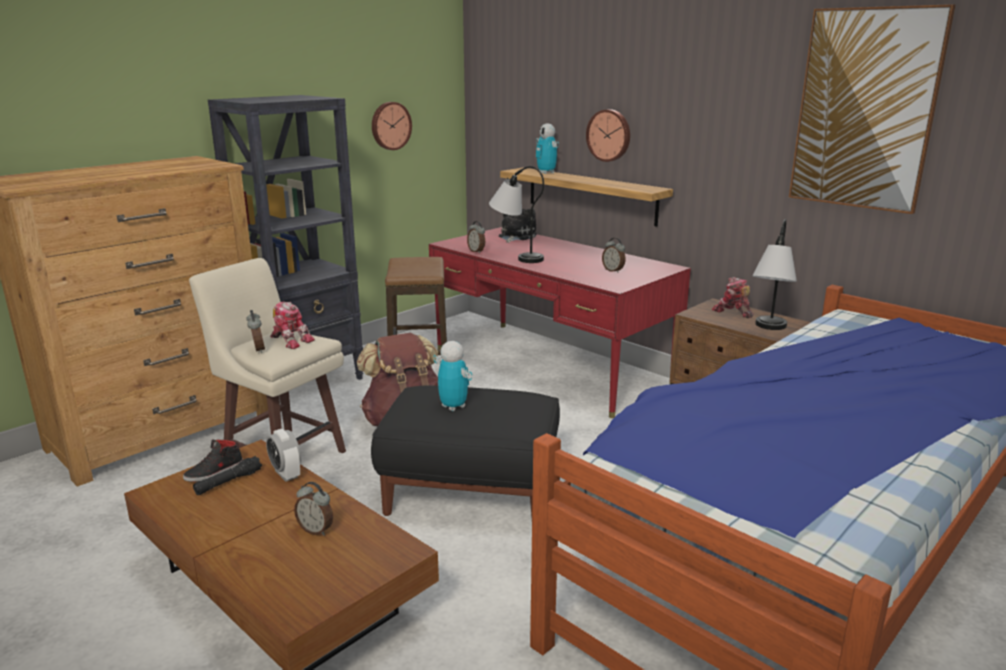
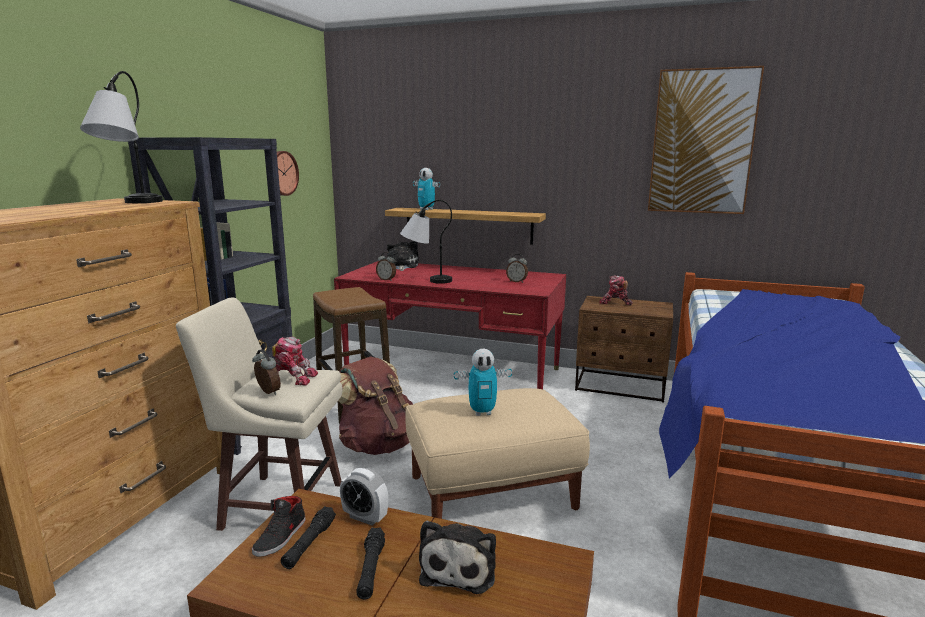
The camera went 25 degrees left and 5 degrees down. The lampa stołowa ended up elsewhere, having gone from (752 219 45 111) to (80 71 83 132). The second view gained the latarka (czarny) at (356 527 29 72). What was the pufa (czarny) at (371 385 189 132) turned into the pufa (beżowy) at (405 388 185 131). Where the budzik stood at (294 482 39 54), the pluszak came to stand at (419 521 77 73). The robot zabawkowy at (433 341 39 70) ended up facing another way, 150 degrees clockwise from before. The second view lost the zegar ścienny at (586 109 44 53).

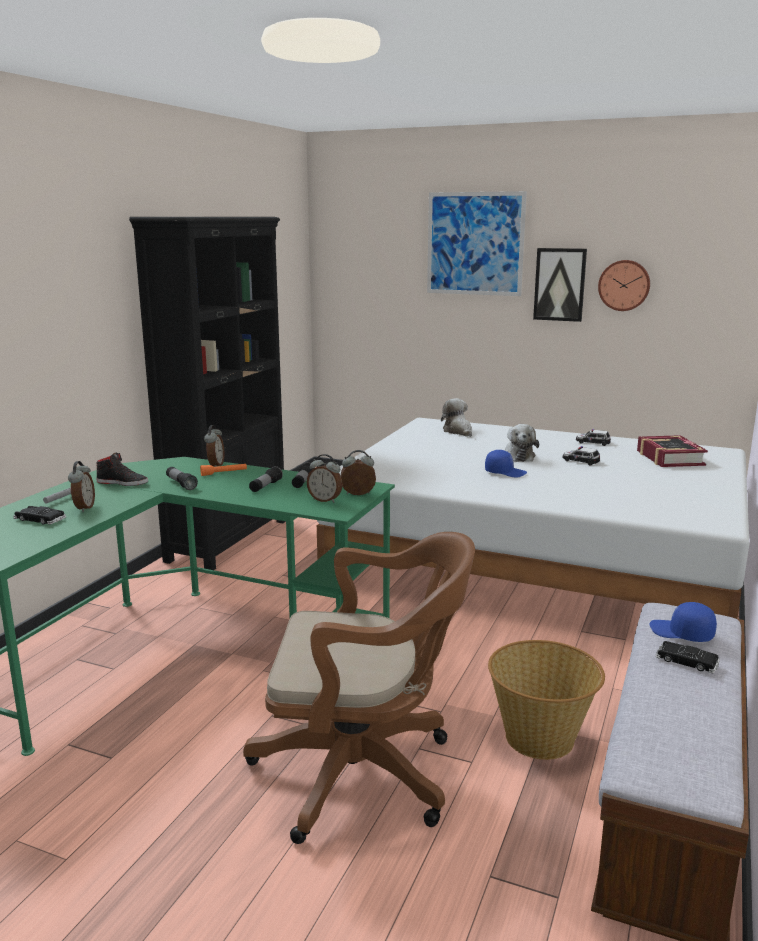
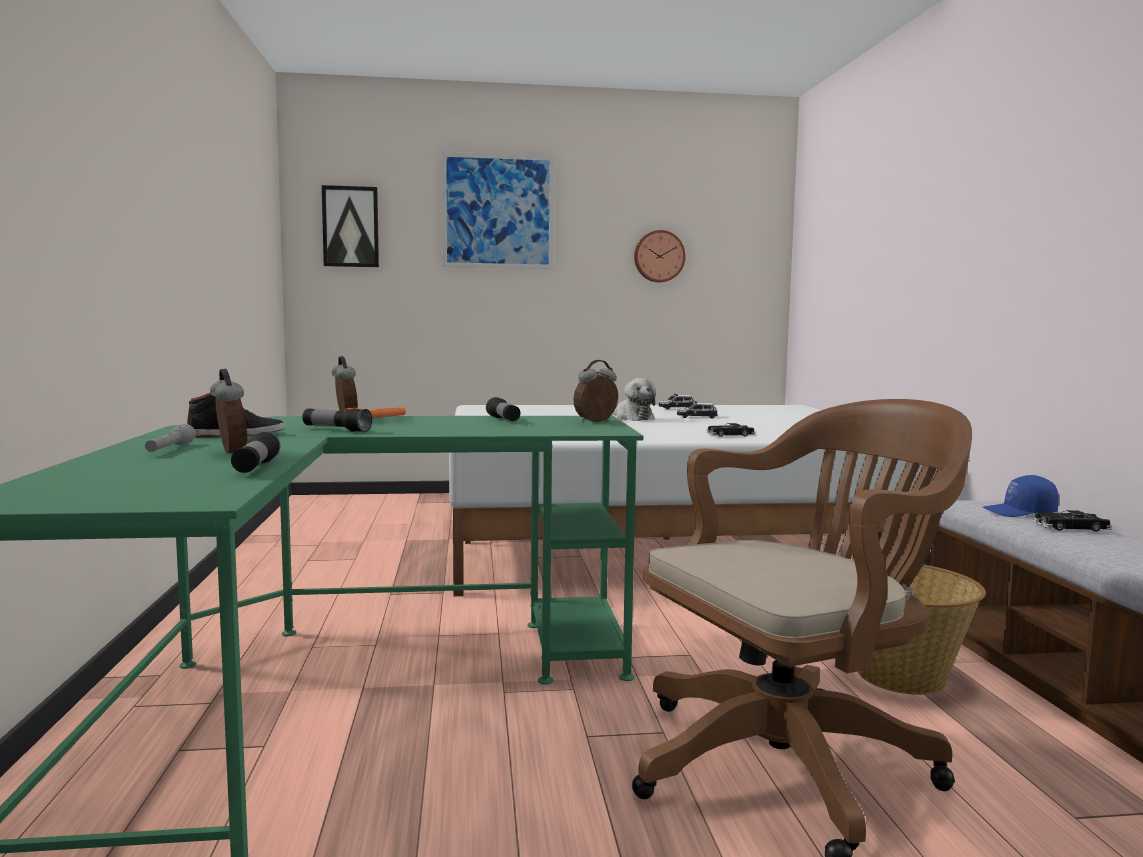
The camera went 30 degrees left and 10 degrees down. The latarka ended up elsewhere, having gone from (249 466 34 26) to (231 431 50 42). The obraz ended up elsewhere, having gone from (533 248 54 74) to (322 185 57 82). The samochodzik (czarny) ended up elsewhere, having gone from (13 506 53 19) to (707 423 48 14). The second view lost the regał (czarny) at (129 217 157 353). The second view lost the budzik at (307 454 36 49). The second view lost the pluszak at (441 398 31 39). The second view lost the czapka z daszkiem (niebieski) at (485 450 42 28). The second view lost the książka at (637 435 71 32).

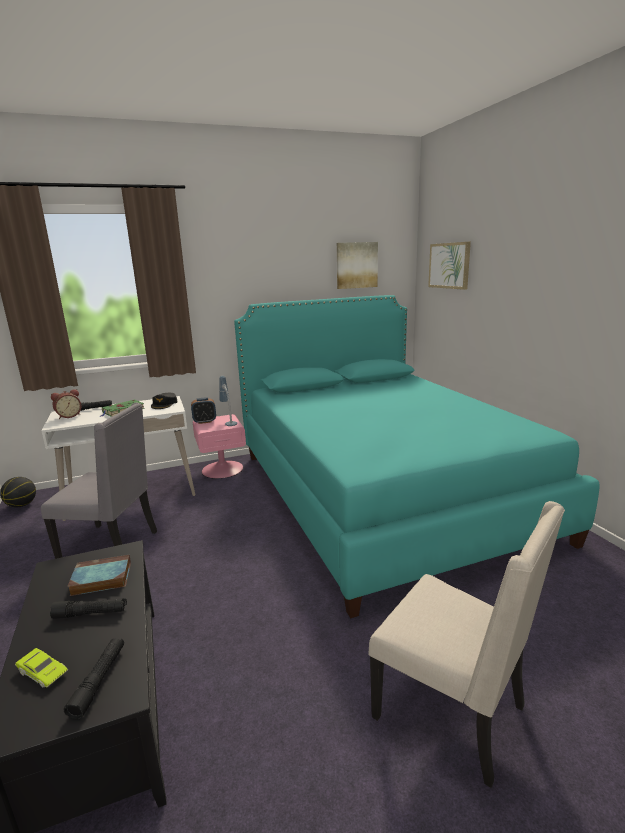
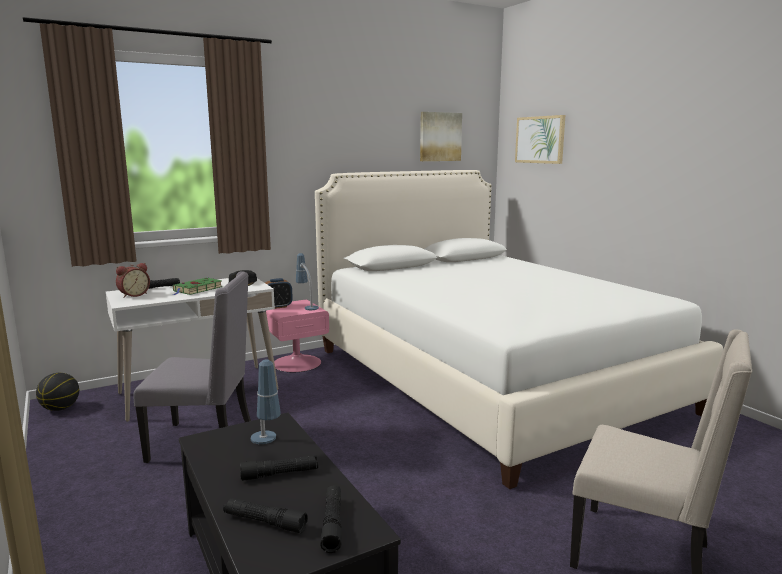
The camera went 10 degrees left and 5 degrees down. Where the samochodzik (zielony) stood at (15 648 53 39), the latarka (czarny) came to stand at (223 498 85 35). Where the książka stood at (67 555 64 41), the lampa stołowa came to stand at (251 359 30 85). What was the łóżko (turkusowy) at (234 295 366 323) turned into the łóżko (biały) at (315 170 408 319).

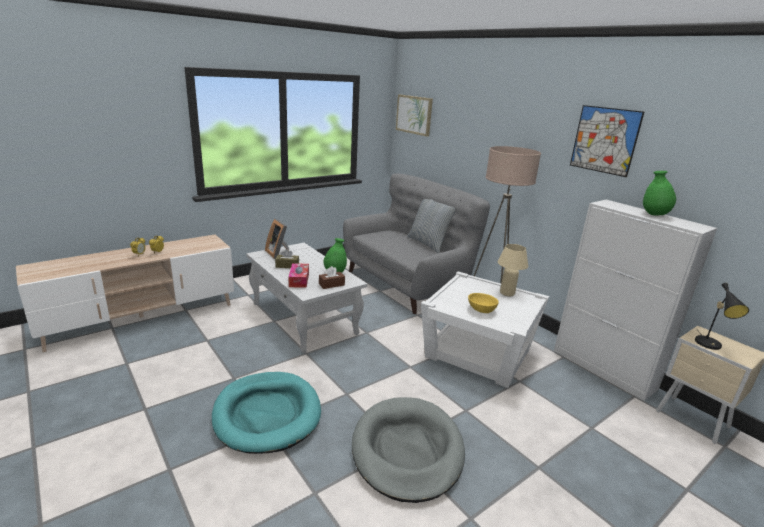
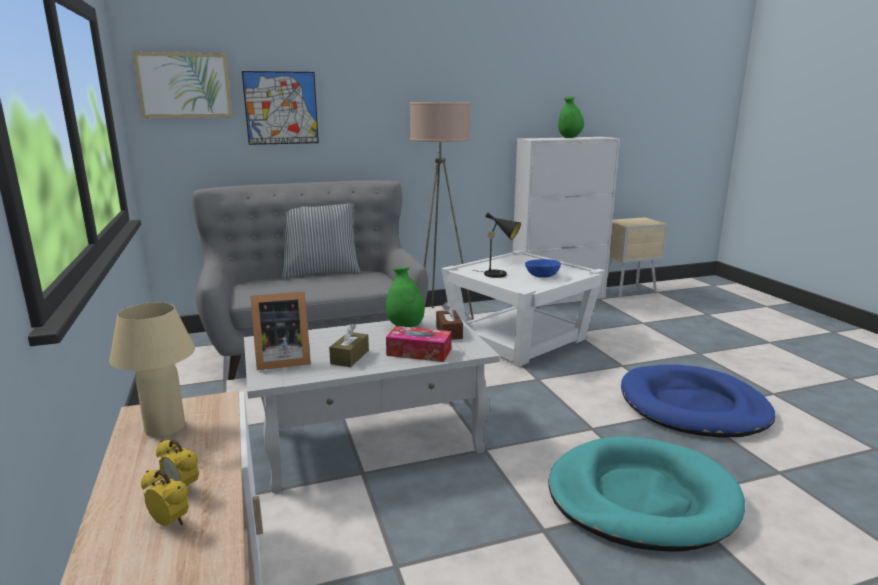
The camera went 70 degrees left and 5 degrees down. The lampa stołowa (beżowy) ended up elsewhere, having gone from (497 244 31 52) to (109 302 86 136). The obraz ended up elsewhere, having gone from (570 105 74 72) to (242 71 77 74). The lampa stołowa (czarny) ended up elsewhere, having gone from (695 283 54 67) to (473 213 48 65). What was the miska (żółty) at (468 293 31 20) turned into the miska (niebieski) at (525 259 36 19). What was the legowisko (szary) at (352 397 113 106) turned into the legowisko (niebieski) at (621 365 154 73).

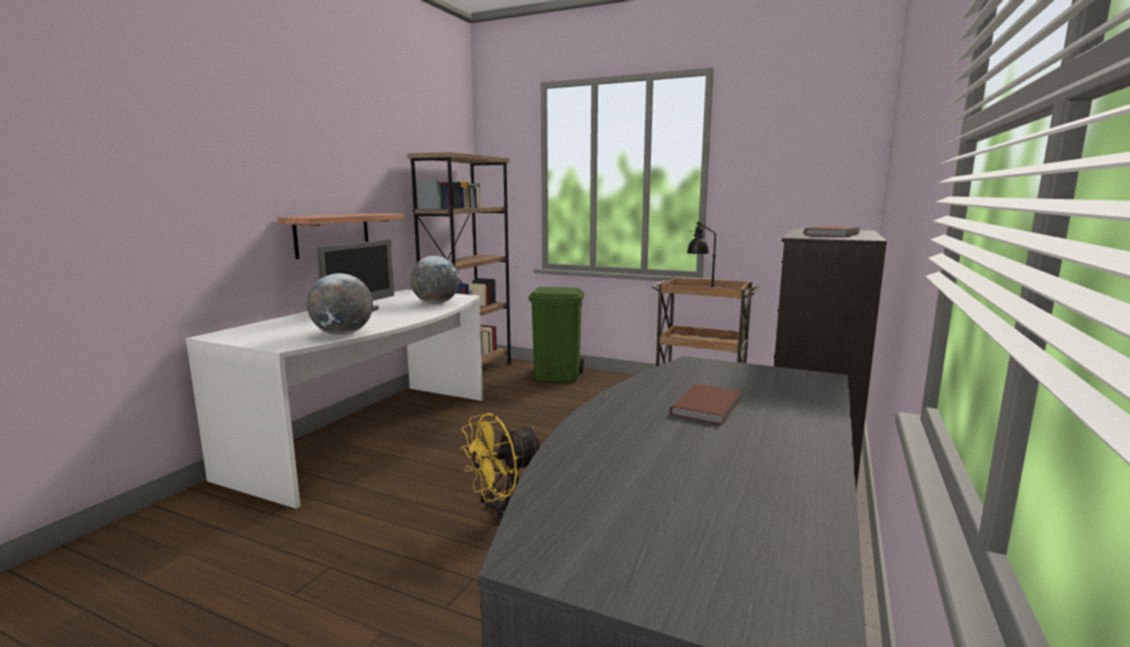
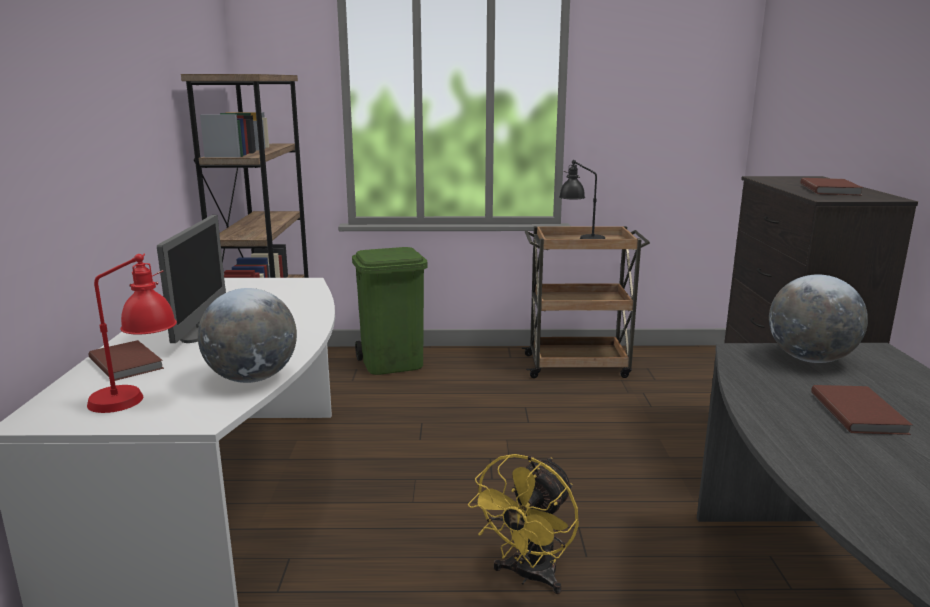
The camera went 25 degrees left and 5 degrees up. The second view gained the lampa stołowa (czerwony) at (87 253 90 160). The second view gained the książka (brązowy) at (88 340 76 41). The globus ended up elsewhere, having gone from (410 256 50 48) to (769 274 99 89). The second view lost the półka at (278 213 126 46).

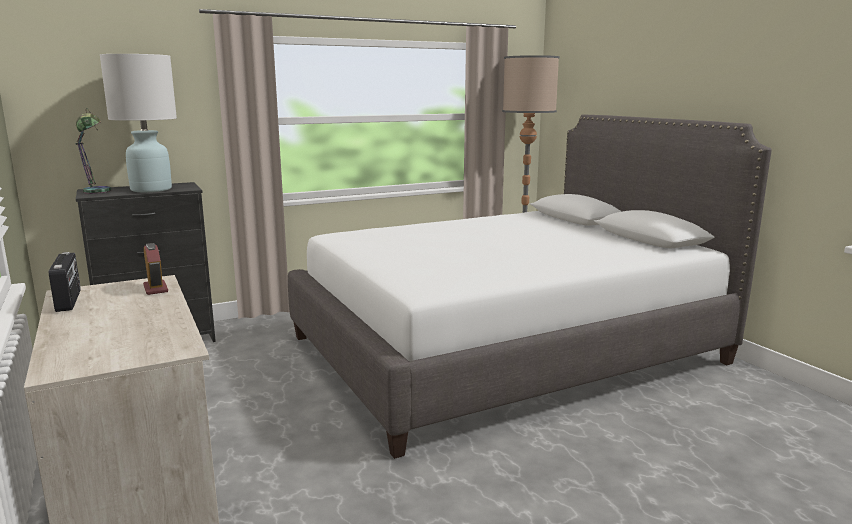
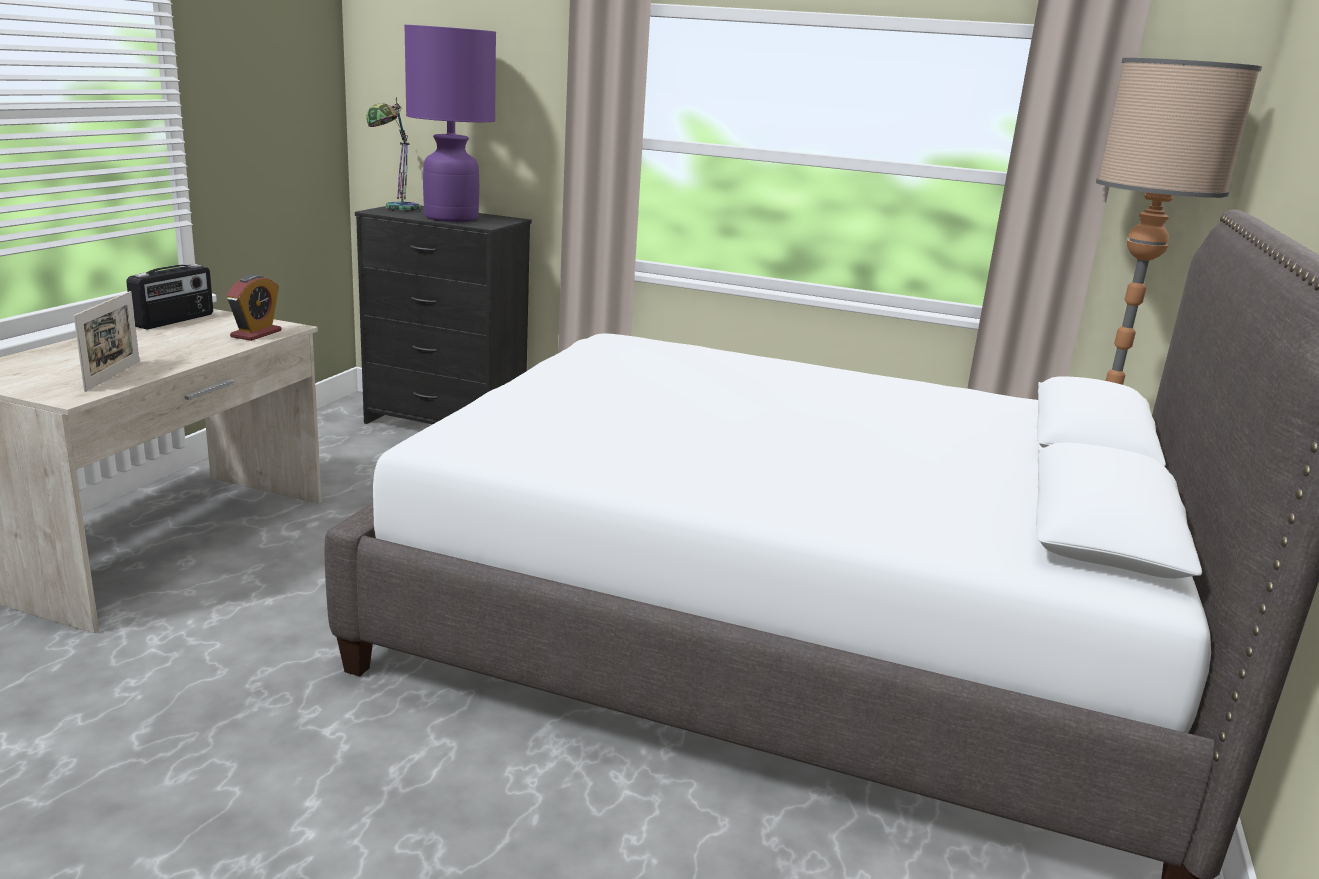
The camera went 45 degrees right and 5 degrees up. The second view gained the ramka na zdjęcie at (74 291 65 101). What was the lampa stołowa (biały) at (100 54 77 138) turned into the lampa stołowa (fioletowy) at (404 25 92 197).

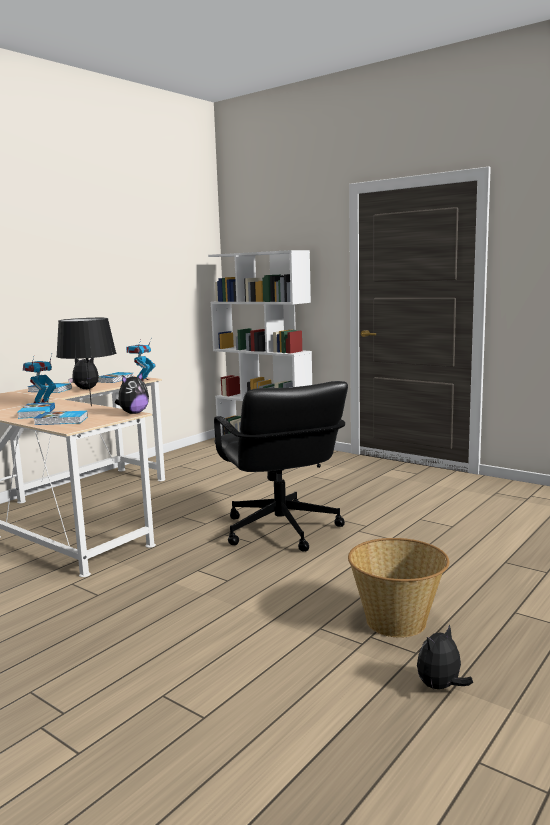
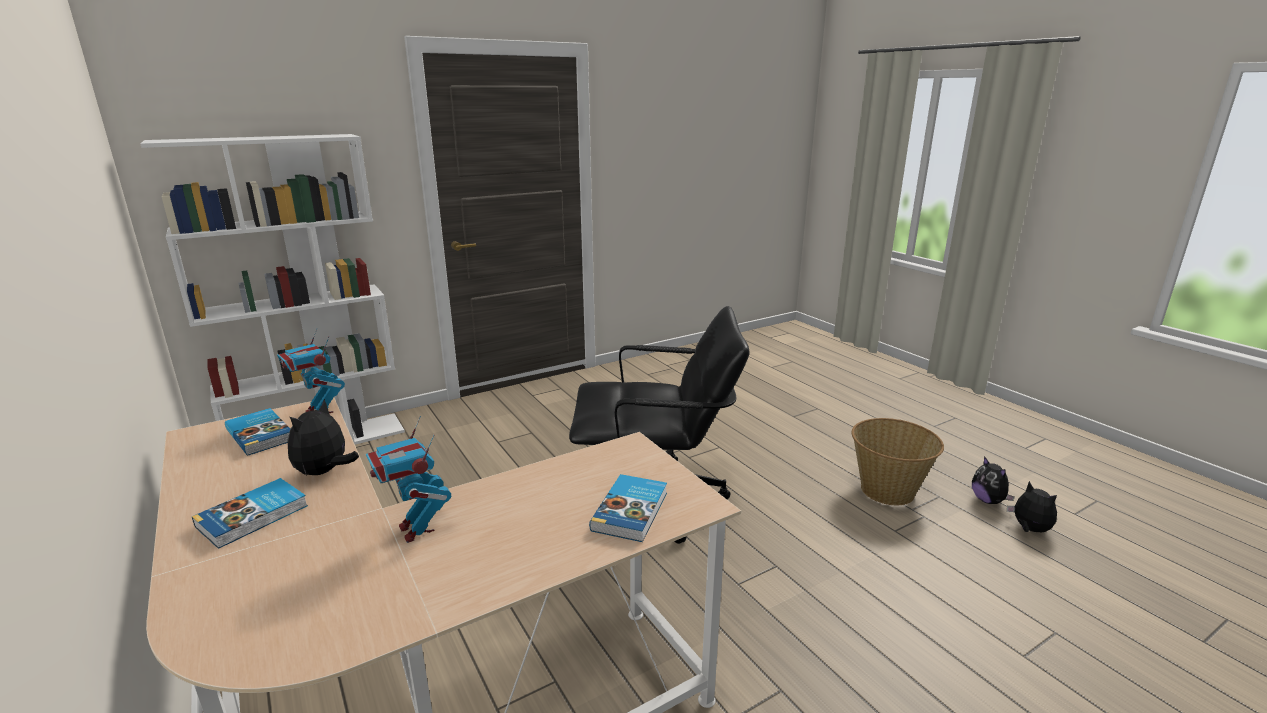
The camera went 70 degrees left and 10 degrees up. The pluszak ended up elsewhere, having gone from (115 373 34 41) to (1007 481 50 51). The second view lost the książka at (18 402 37 17). The second view lost the lampa stołowa (czarny) at (56 318 60 89).

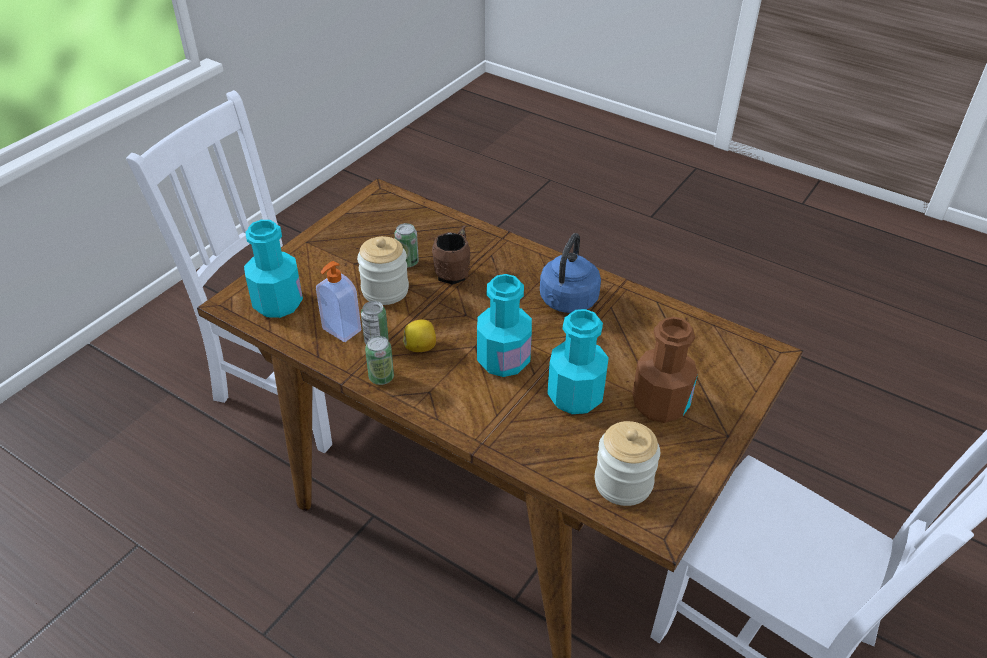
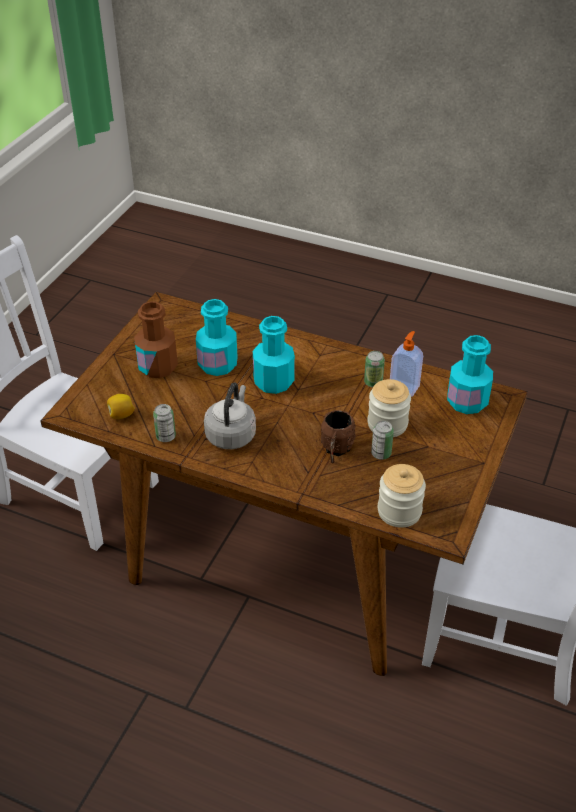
The camera went 170 degrees right and 0 degrees up. The cytryna ended up elsewhere, having gone from (403 319 33 33) to (107 394 28 25). The puszka ended up elsewhere, having gone from (365 336 29 49) to (153 404 23 38). What was the czajnik (niebieski) at (540 233 61 80) turned into the czajnik (szary) at (204 383 52 66). The słoik ended up elsewhere, having gone from (595 421 65 85) to (378 464 48 64).

